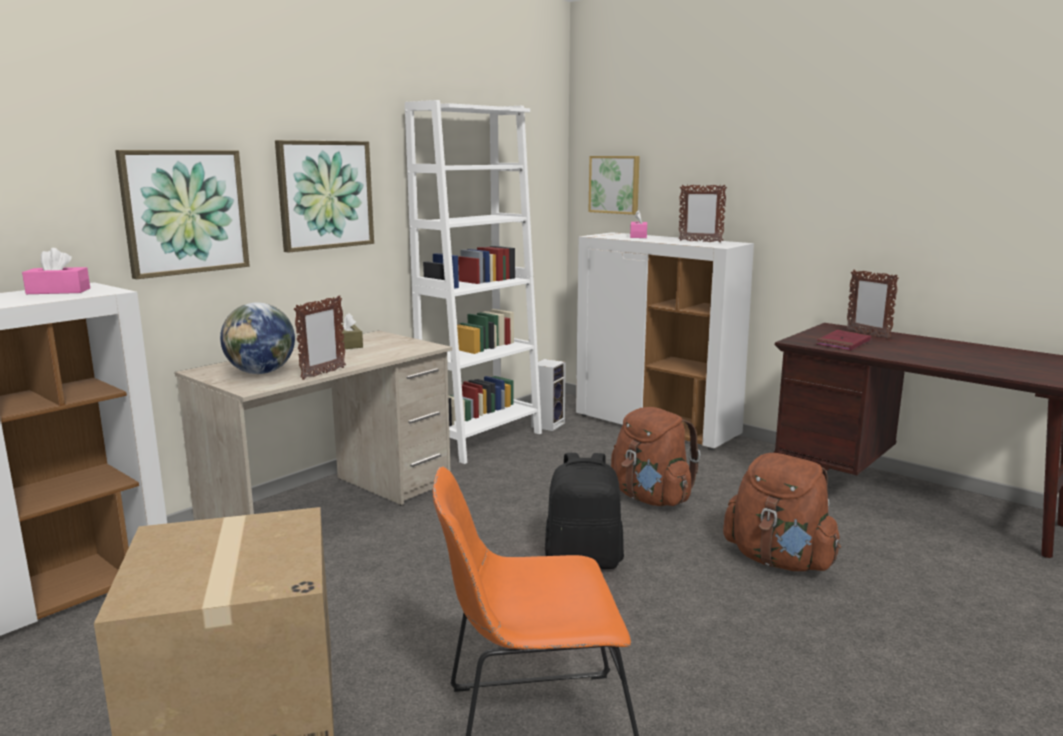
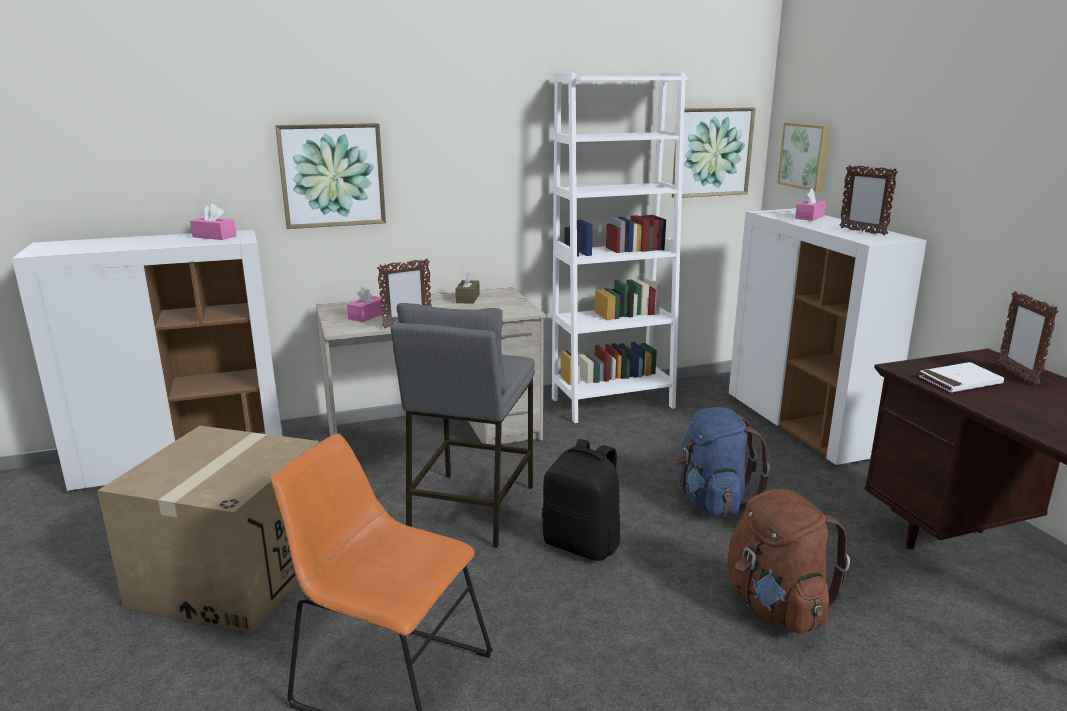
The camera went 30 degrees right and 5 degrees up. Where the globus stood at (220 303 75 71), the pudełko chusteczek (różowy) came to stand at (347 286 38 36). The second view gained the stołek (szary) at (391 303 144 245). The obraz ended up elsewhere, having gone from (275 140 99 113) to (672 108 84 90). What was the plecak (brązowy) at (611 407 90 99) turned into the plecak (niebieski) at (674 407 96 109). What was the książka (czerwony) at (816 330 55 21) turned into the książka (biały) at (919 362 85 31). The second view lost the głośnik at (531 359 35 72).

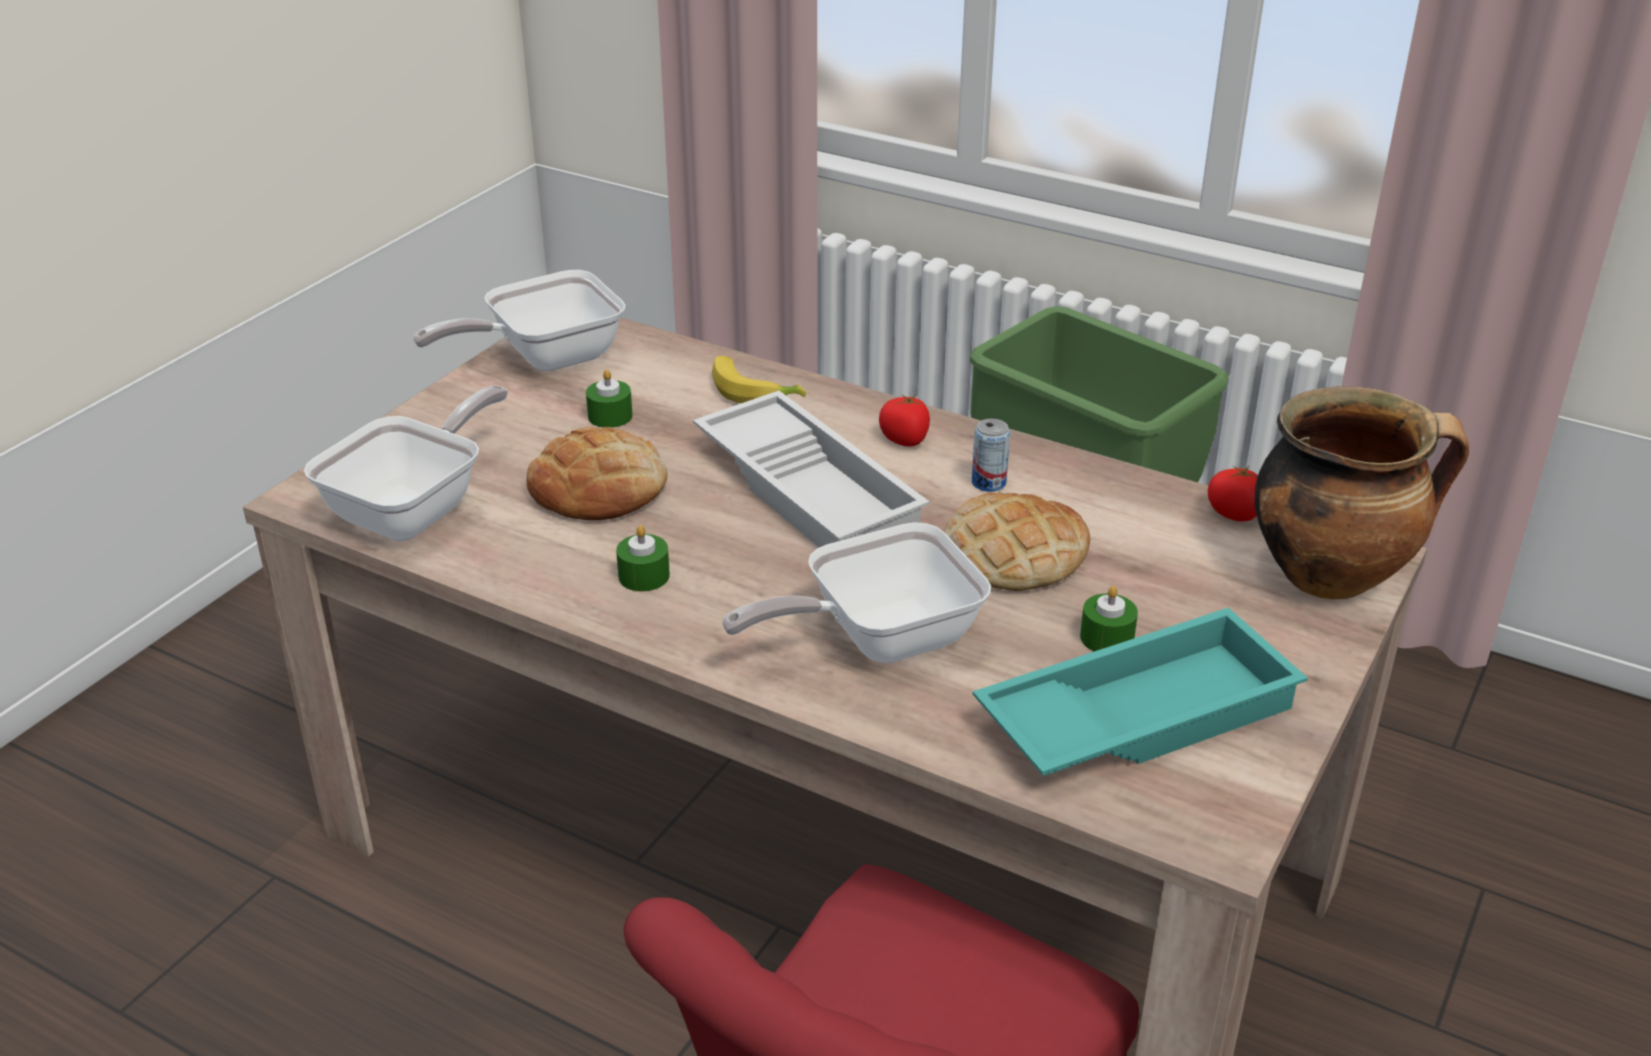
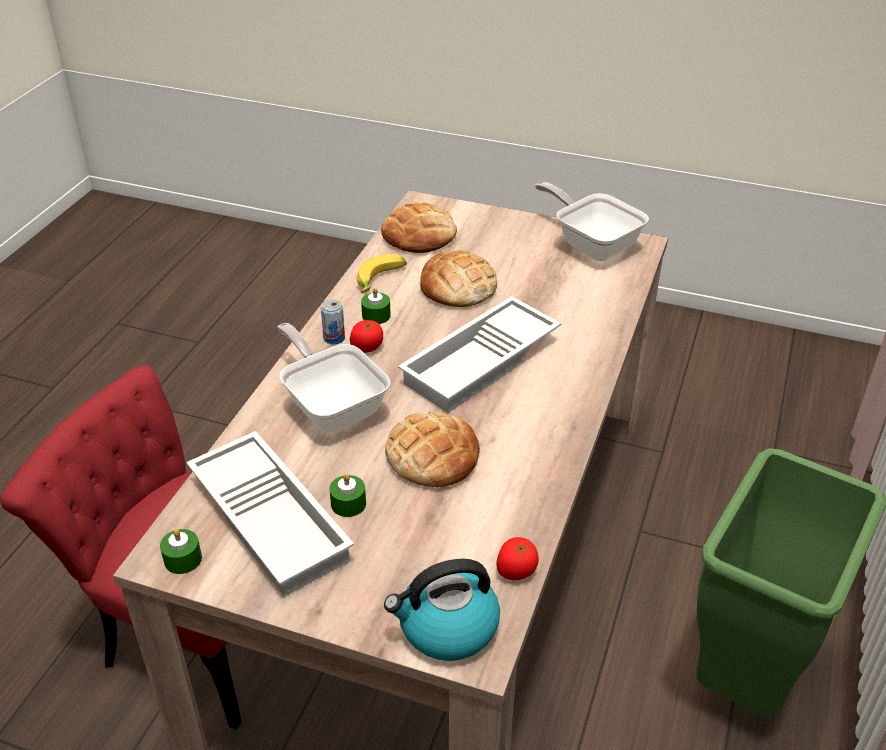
The camera went 80 degrees right and 5 degrees up. The świeca (zielony) ended up elsewhere, having gone from (586 369 47 59) to (160 529 42 45). What was the taca (turkusowy) at (973 608 335 168) turned into the taca (biały) at (186 431 168 166). The puszka ended up elsewhere, having gone from (972 419 38 73) to (321 299 24 46). The pomidor ended up elsewhere, having gone from (879 394 51 53) to (350 320 33 33). The banan ended up elsewhere, having gone from (712 356 94 47) to (356 254 51 39). Where the patelnia stood at (304 386 204 155), the chleb came to stand at (381 202 76 51). Where the garnek stood at (1255 386 214 214), the czajnik came to stand at (384 559 116 102).

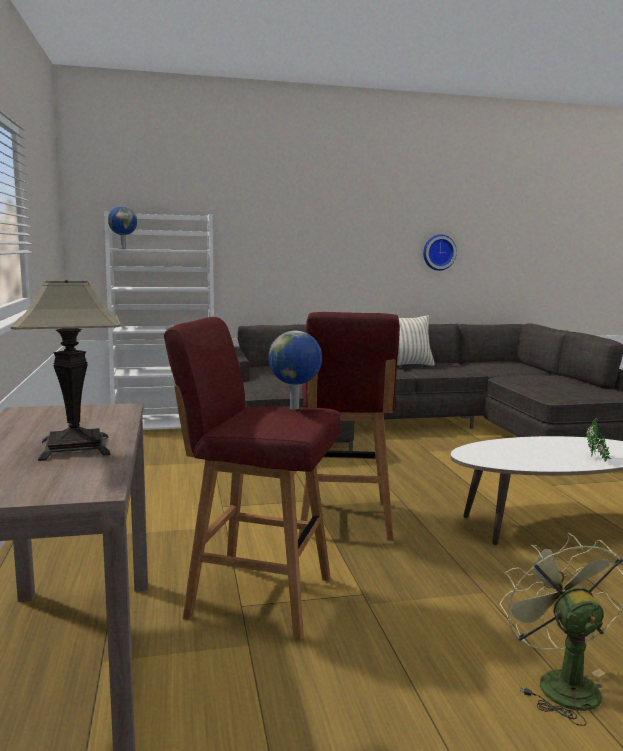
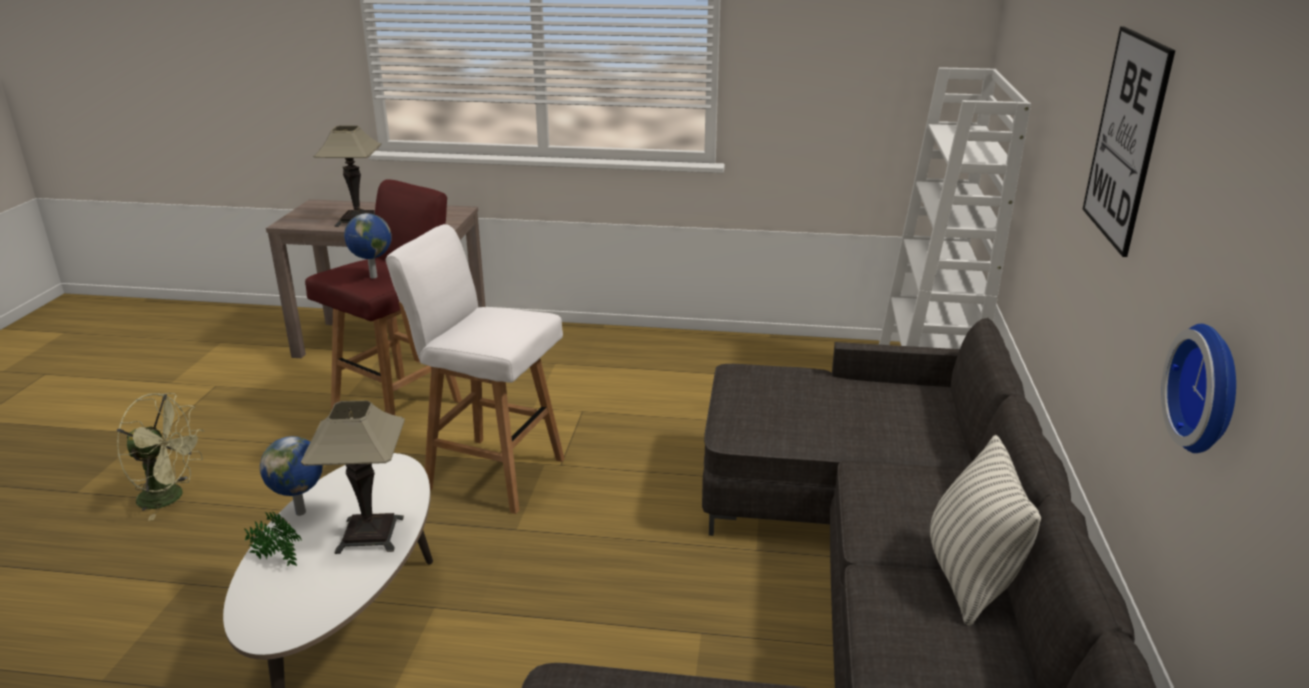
The camera went 110 degrees right and 15 degrees up. The globus ended up elsewhere, having gone from (108 206 29 43) to (260 436 63 80). The second view gained the lampa stołowa at (301 400 104 154). What was the stołek (czerwony) at (298 312 102 229) turned into the stołek (biały) at (386 224 179 290). The second view gained the obraz at (1083 26 92 231).

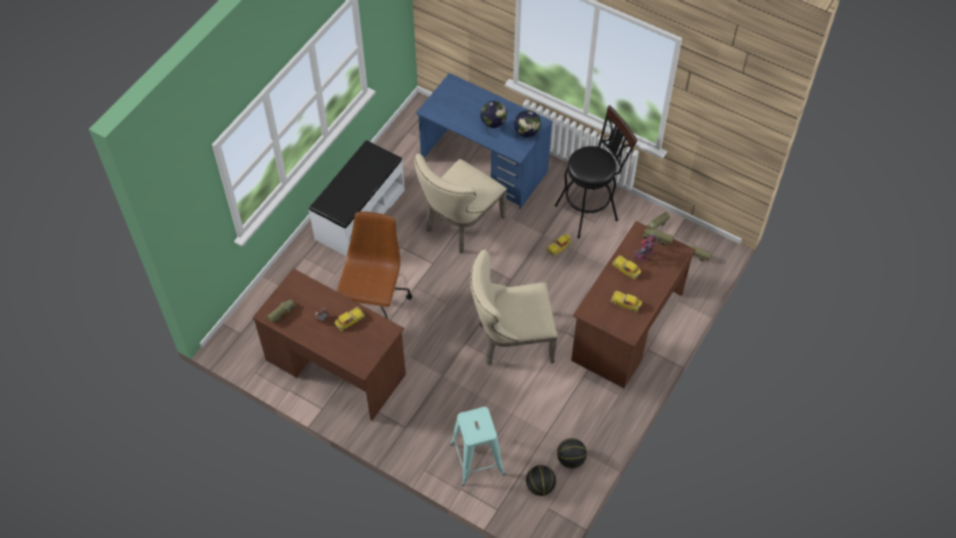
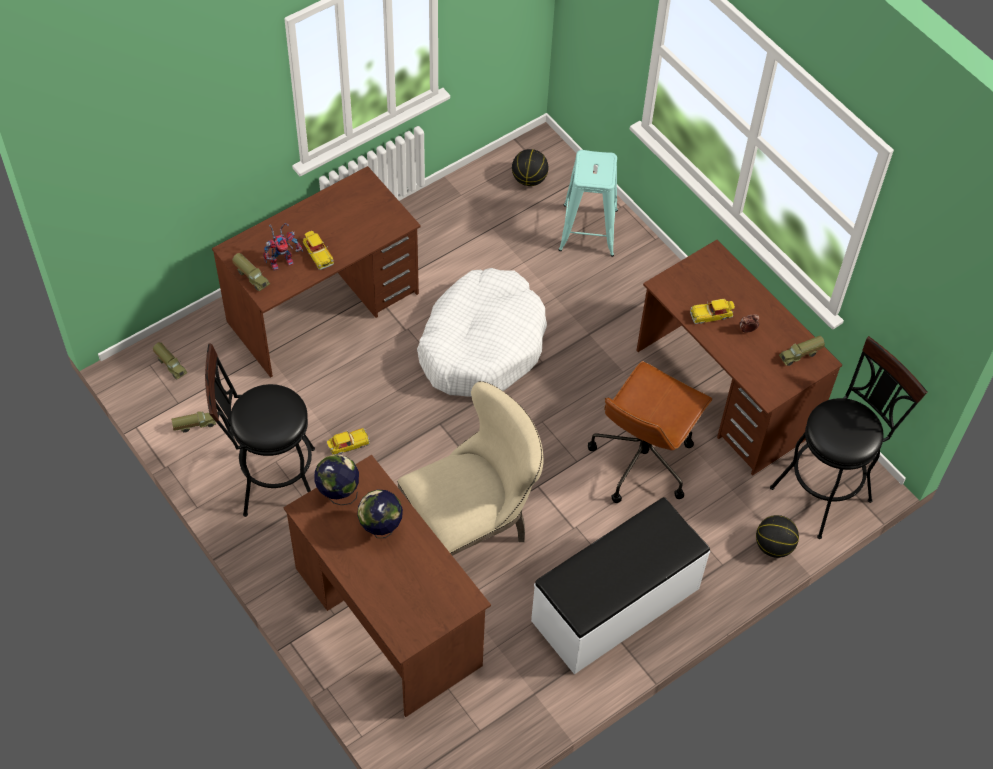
The camera went 160 degrees left and 0 degrees up. What was the biurko (niebieski) at (416 73 137 136) turned into the biurko (brązowy) at (283 455 208 262). Where the krzesło (beżowy) stood at (470 250 87 115), the legowisko (biały) came to stand at (417 268 130 129). The piłka do koszykówki ended up elsewhere, having gone from (557 438 30 30) to (756 515 43 43). The second view gained the stołek (czarny) at (770 336 158 203). The second view lost the samochodzik at (611 291 31 21).

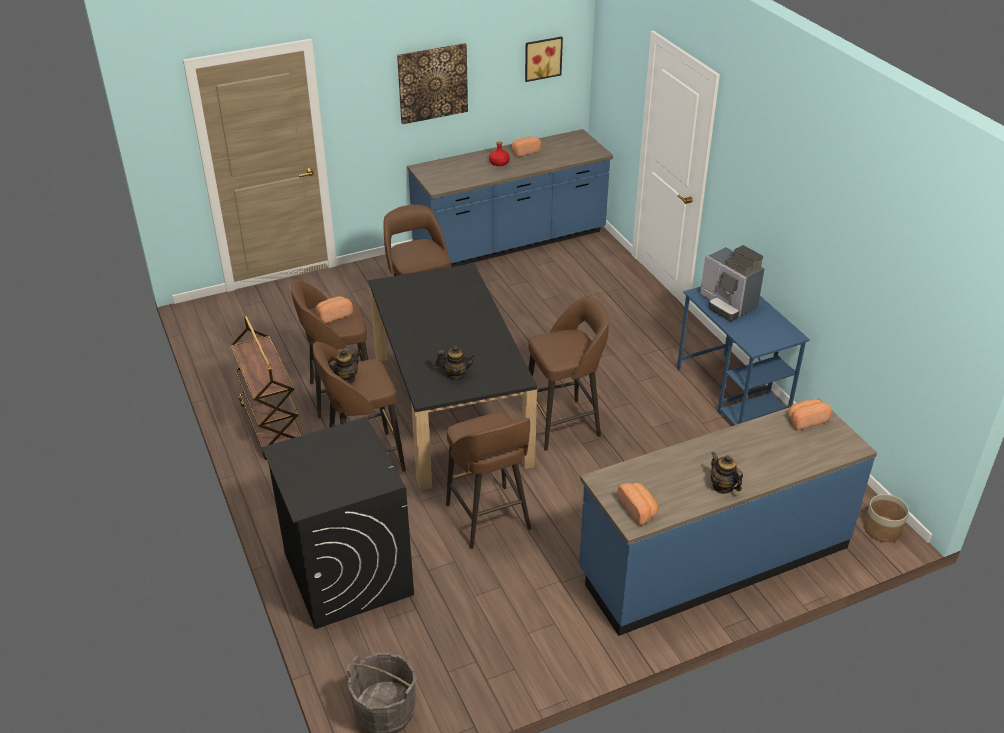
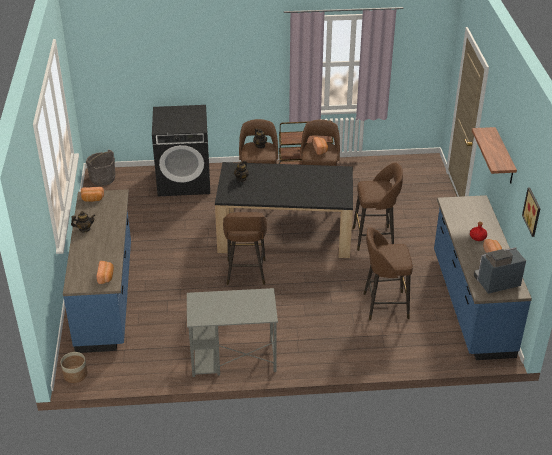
The camera went 110 degrees right and 0 degrees up. What was the biurko (niebieski) at (677 287 133 138) turned into the biurko (szary) at (187 288 91 89). The stołek (brązowy) ended up elsewhere, having gone from (446 412 86 137) to (364 227 49 94). Where the obraz hung at (397 43 71 81), the półka came to hang at (472 127 45 57). The ekspres do kawy ended up elsewhere, having gone from (700 245 64 76) to (474 247 52 47).

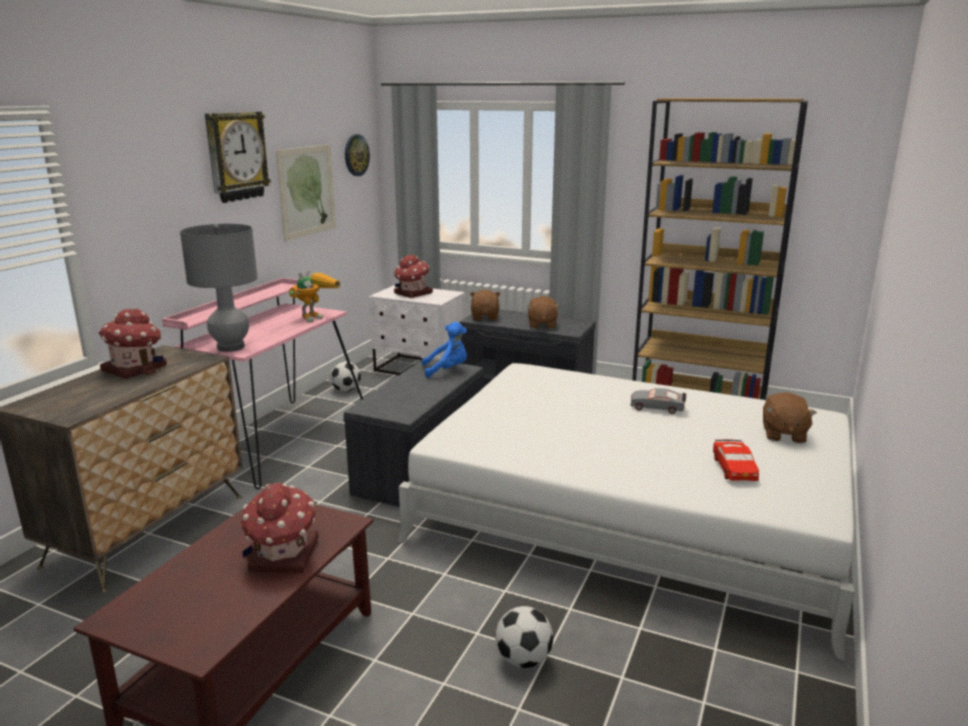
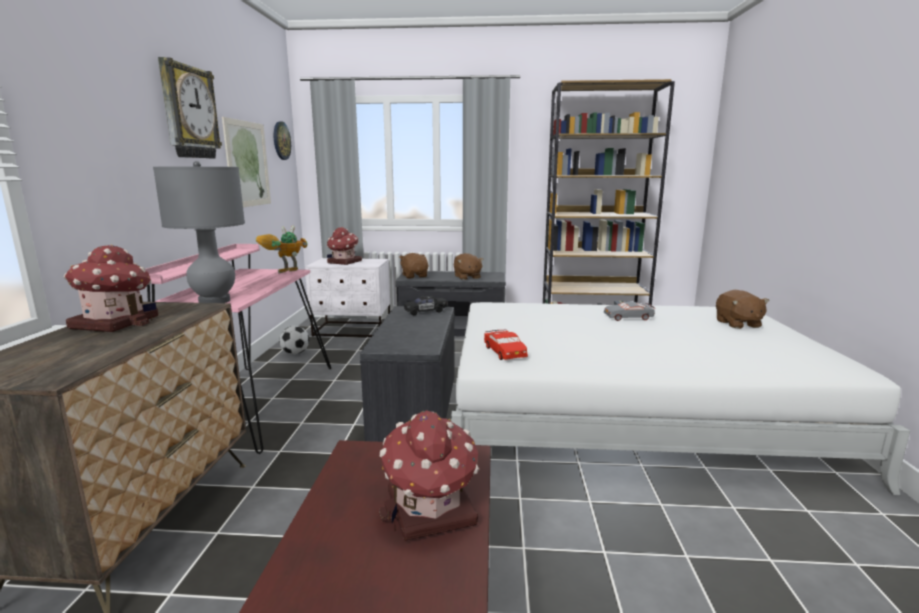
The camera went 20 degrees left and 5 degrees down. The robot zabawkowy at (289 270 51 53) ended up facing another way, 150 degrees counterclockwise from before. Where the pluszak (niebieski) stood at (422 322 45 56), the samochodzik (czarny) came to stand at (404 296 44 19). The samochodzik (czerwony) ended up elsewhere, having gone from (713 439 46 42) to (484 329 44 31). The second view lost the piłka futbolowa at (495 606 58 62).

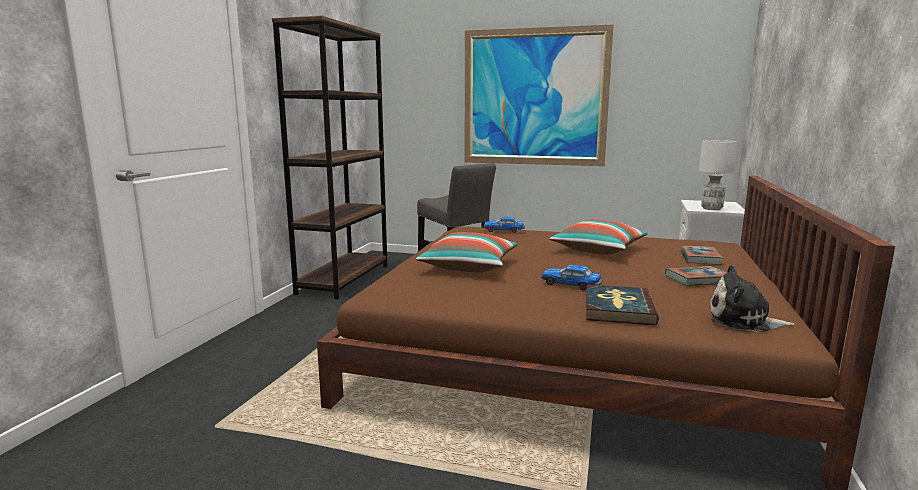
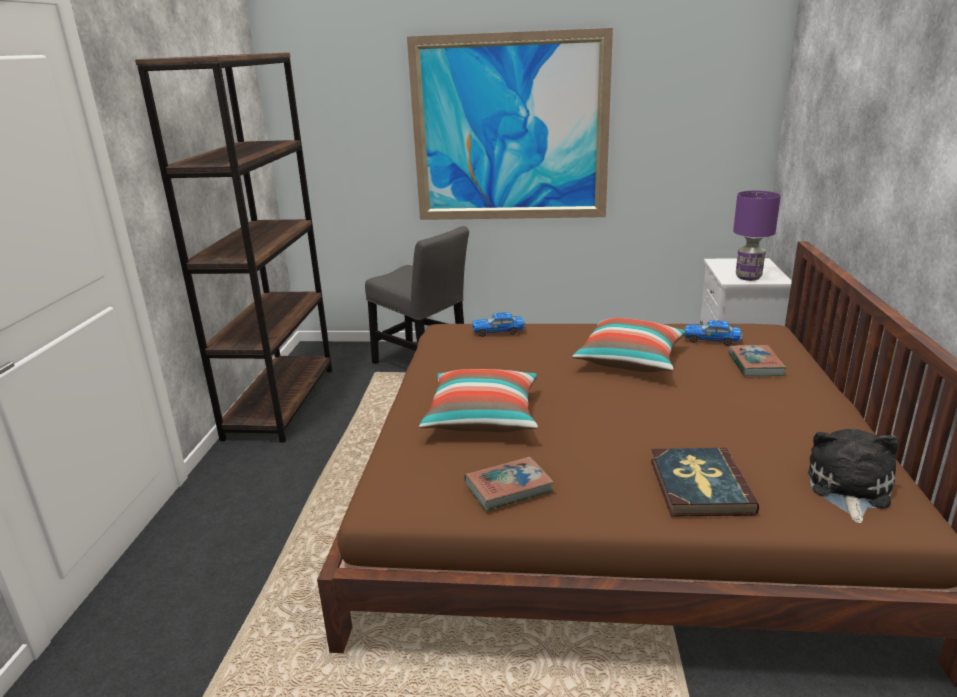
The camera went 10 degrees left and 10 degrees up. The książka ended up elsewhere, having gone from (665 266 62 20) to (464 457 90 54). The samochodzik ended up elsewhere, having gone from (541 265 62 25) to (684 320 59 25). What was the lampa stołowa (biały) at (699 140 38 70) turned into the lampa stołowa (fioletowy) at (733 191 48 90). The pluszak at (710 265 84 67) ended up facing another way, 105 degrees clockwise from before.

